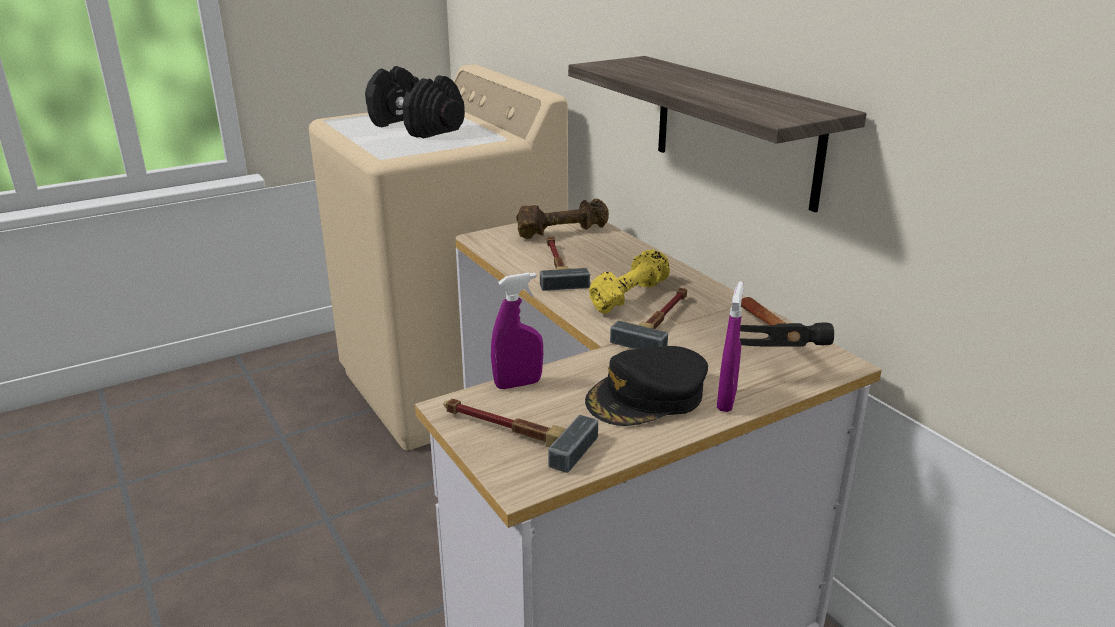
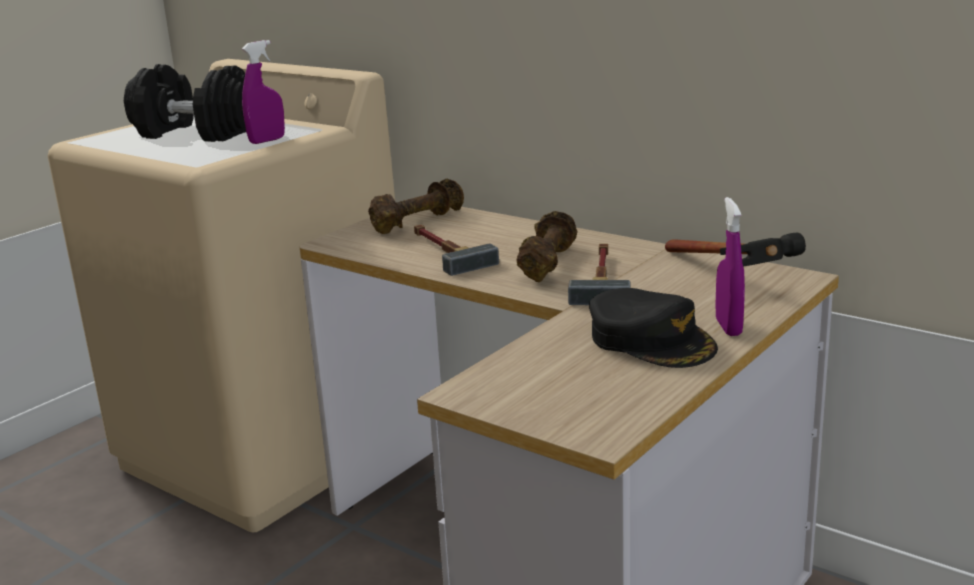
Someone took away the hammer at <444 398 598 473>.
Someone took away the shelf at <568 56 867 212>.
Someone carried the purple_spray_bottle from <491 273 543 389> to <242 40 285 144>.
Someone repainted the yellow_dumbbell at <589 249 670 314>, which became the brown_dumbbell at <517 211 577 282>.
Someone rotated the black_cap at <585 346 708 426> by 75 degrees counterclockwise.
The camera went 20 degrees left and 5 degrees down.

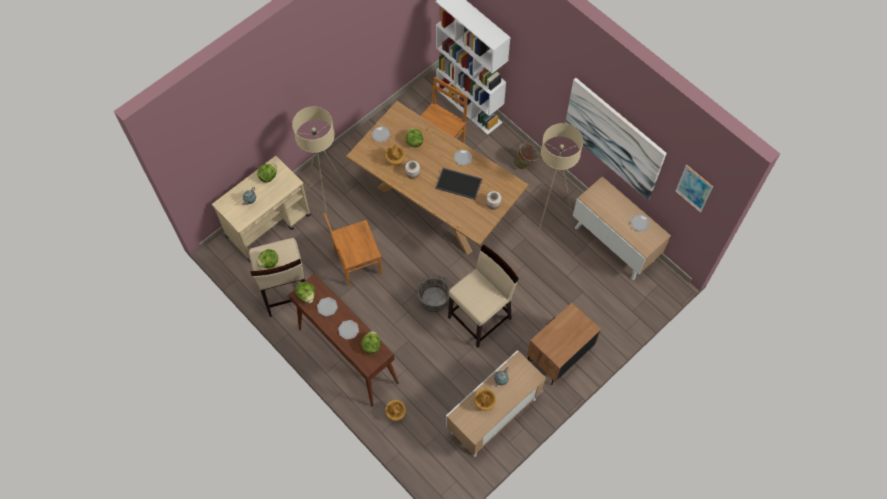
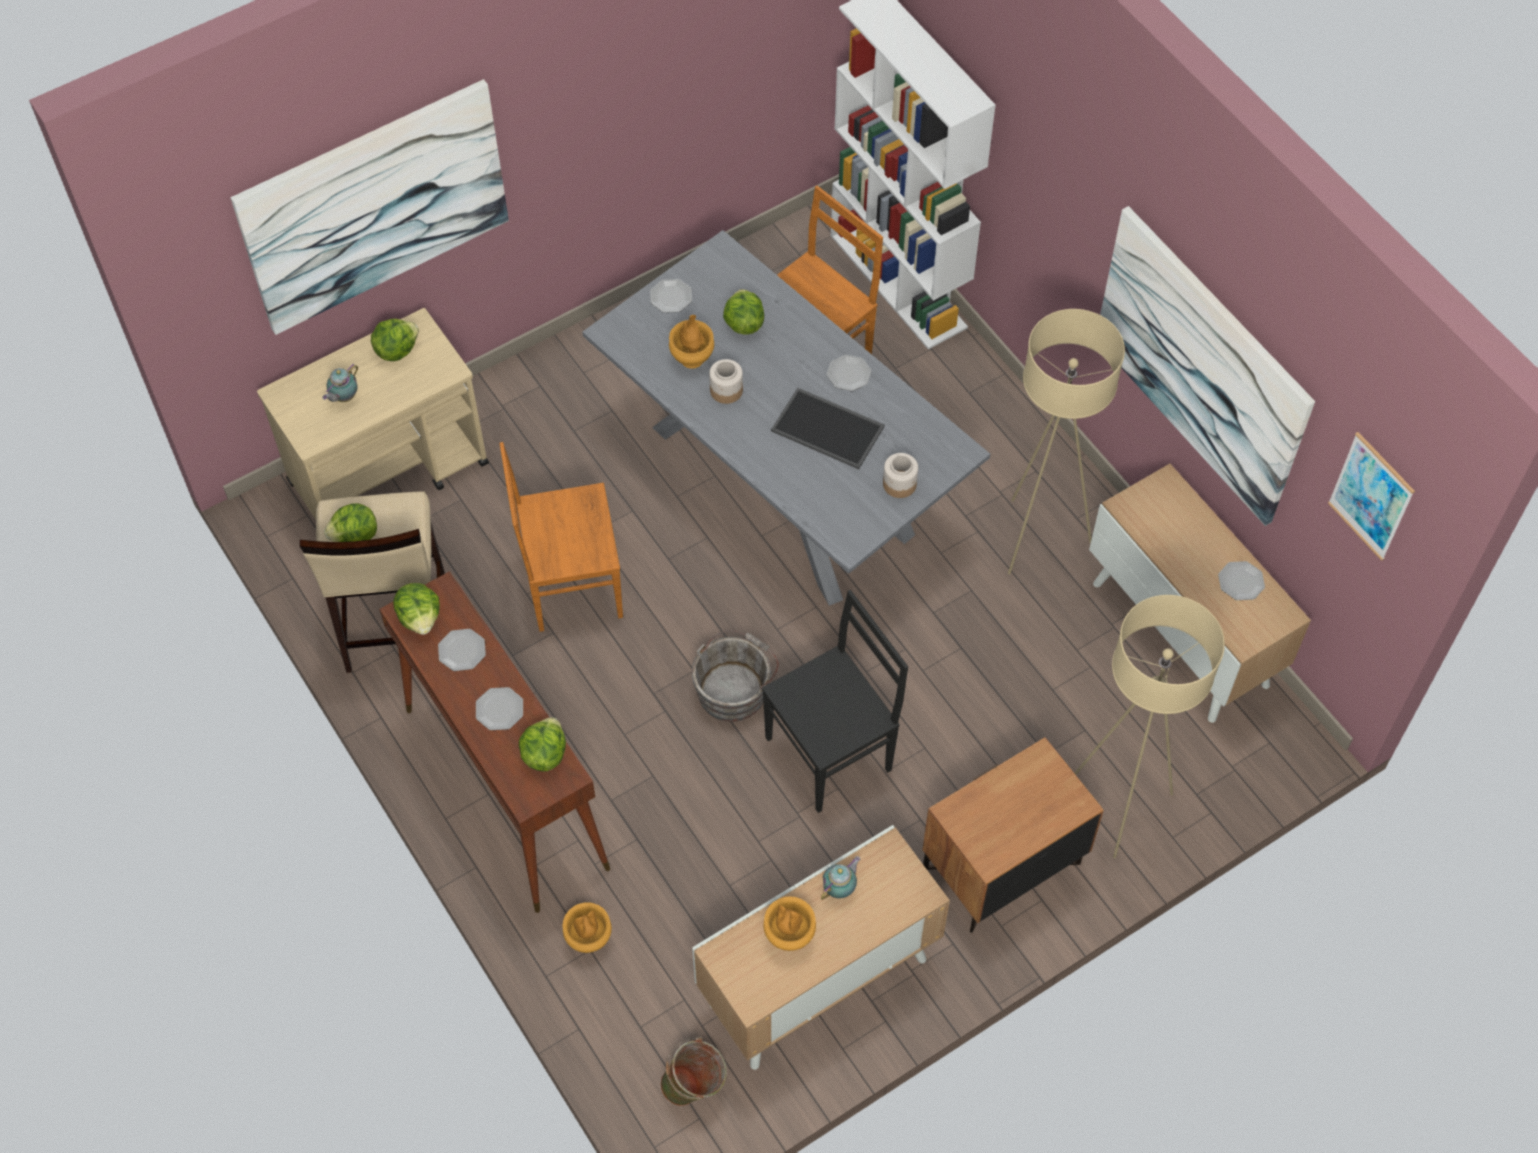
Someone put up the picture at <231 79 509 335>.
Someone carried the beige_floor_lamp from <292 107 348 216> to <1074 595 1225 858>.
Someone carried the green_bucket from <513 142 538 170> to <660 1038 727 1106>.
Someone swapped the beige_stool at <448 245 519 348> for the black_chair at <762 590 908 813>.
Someone repainted the brown_dining_table at <346 101 529 255>, which became the grey_dining_table at <582 230 990 606>.
The camera went 10 degrees right and 5 degrees down.

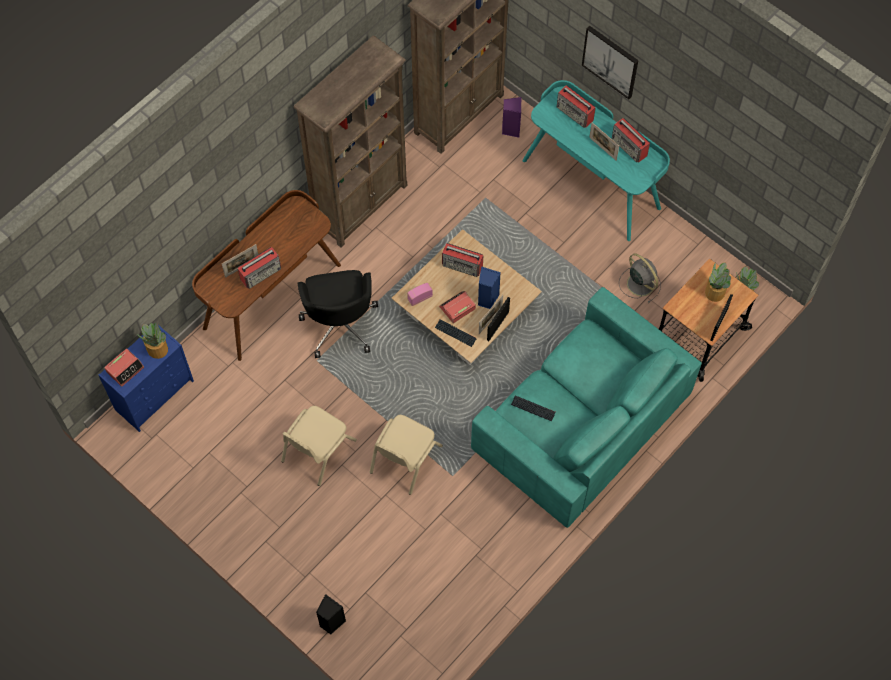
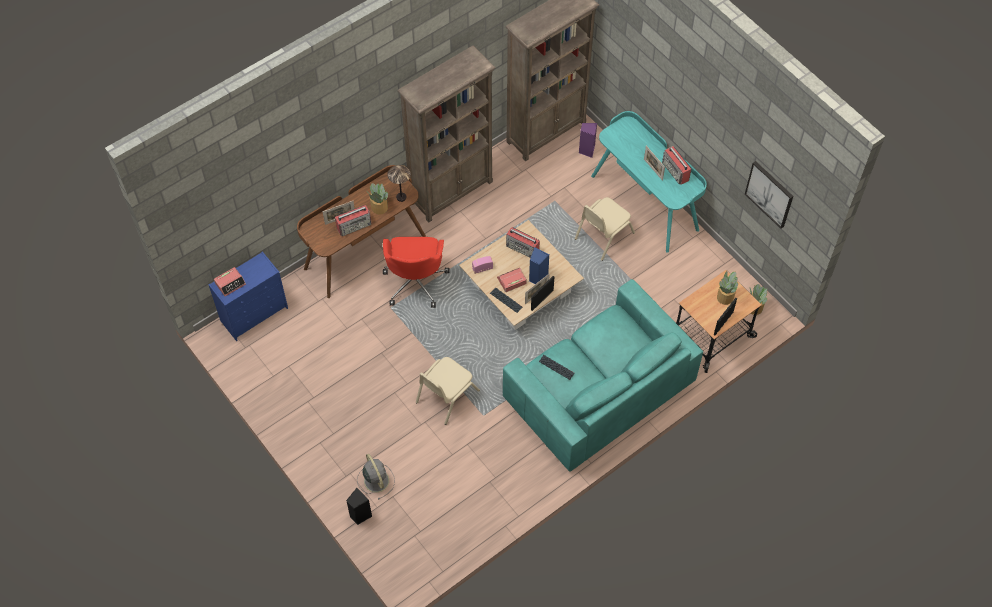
Someone took away the radio at <557 86 595 128>.
Someone put down the table_lamp at <387 165 411 202>.
Someone carried the potted_plant from <137 323 168 359> to <366 183 388 214>.
Someone carried the beige_chair from <281 406 357 486> to <575 197 635 261>.
Someone carried the picture from <582 26 638 99> to <745 161 793 229>.
Someone carried the grey_fan from <619 253 661 303> to <357 453 395 500>.
Someone repainted the black_office_chair at <298 270 378 358>, which became the red_office_chair at <383 237 449 308>.
The camera went 10 degrees right and 5 degrees down.

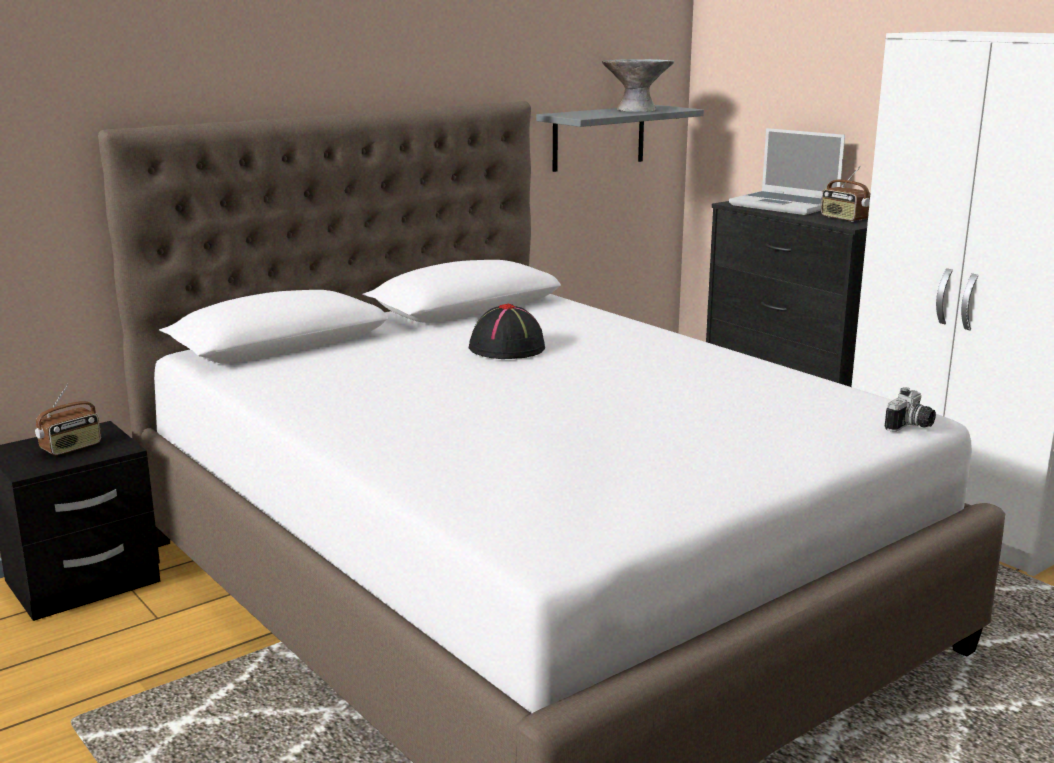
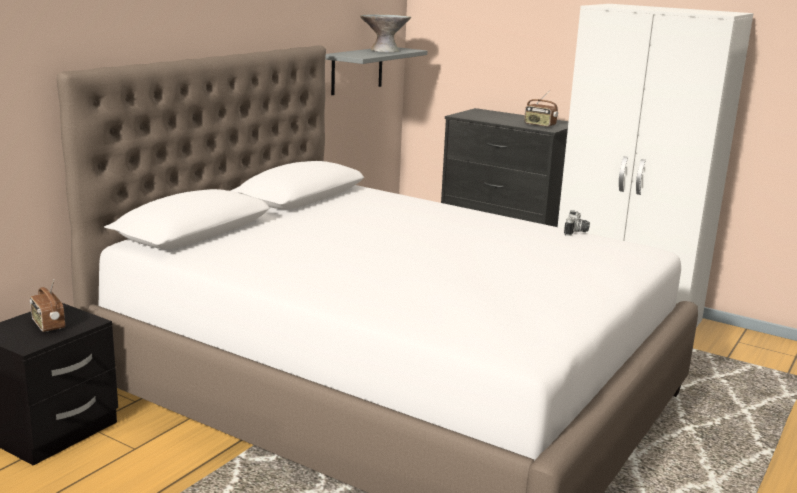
Someone took away the black_hat at <469 303 545 359>.
Someone took away the laptop at <729 128 845 215>.
Someone carried the photo_camera from <885 387 936 432> to <564 210 590 236>.
Someone rotated the radio at <35 384 101 455> by 120 degrees clockwise.
The camera went 20 degrees left and 0 degrees up.

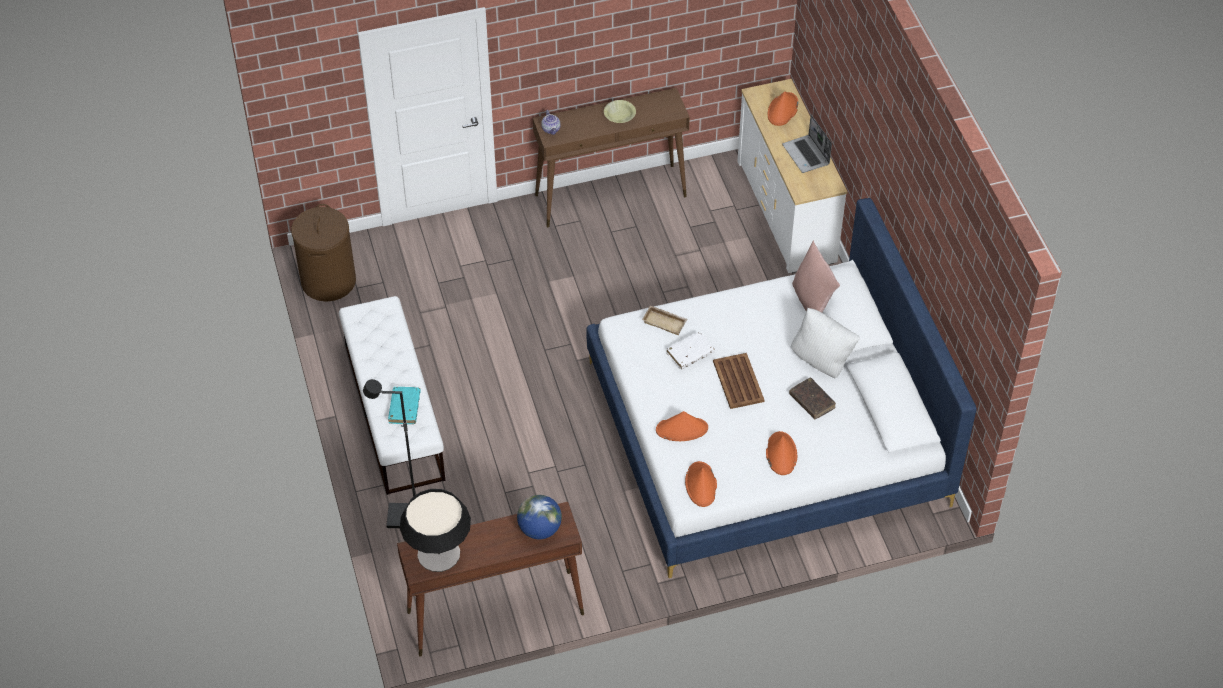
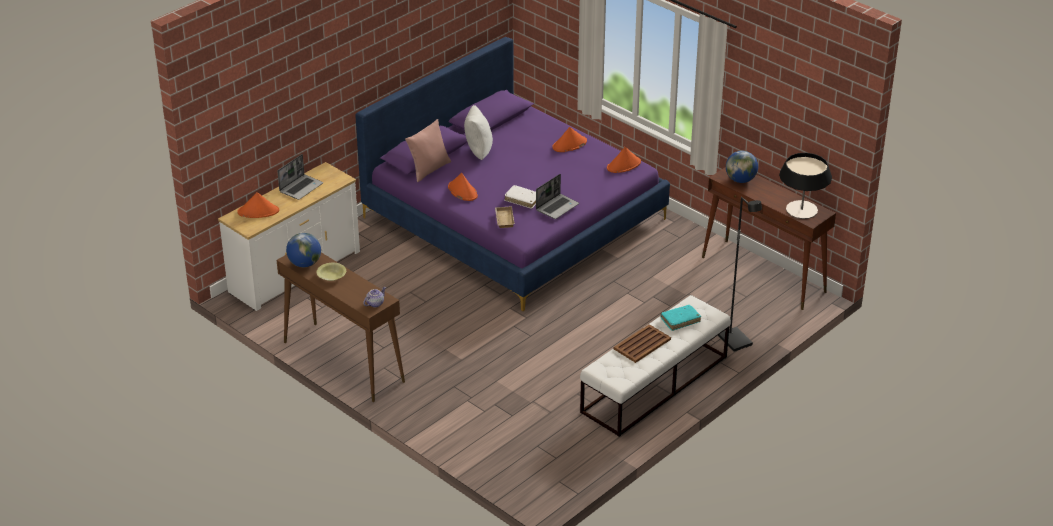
Someone took away the brown_laundry_basket at <291 204 356 302>.
Someone took away the brown_book at <789 377 836 419>.
Someone put down the globe at <286 233 321 267>.
Someone put down the laptop at <536 174 579 219>.
Someone carried the orange_hat from <656 411 708 441> to <448 173 478 201>.
Someone carried the brown_tray from <713 353 764 409> to <614 324 671 363>.
Someone repainted the white_bed at <586 198 977 578>, which became the purple_bed at <355 37 670 311>.
The camera went 120 degrees left and 15 degrees down.

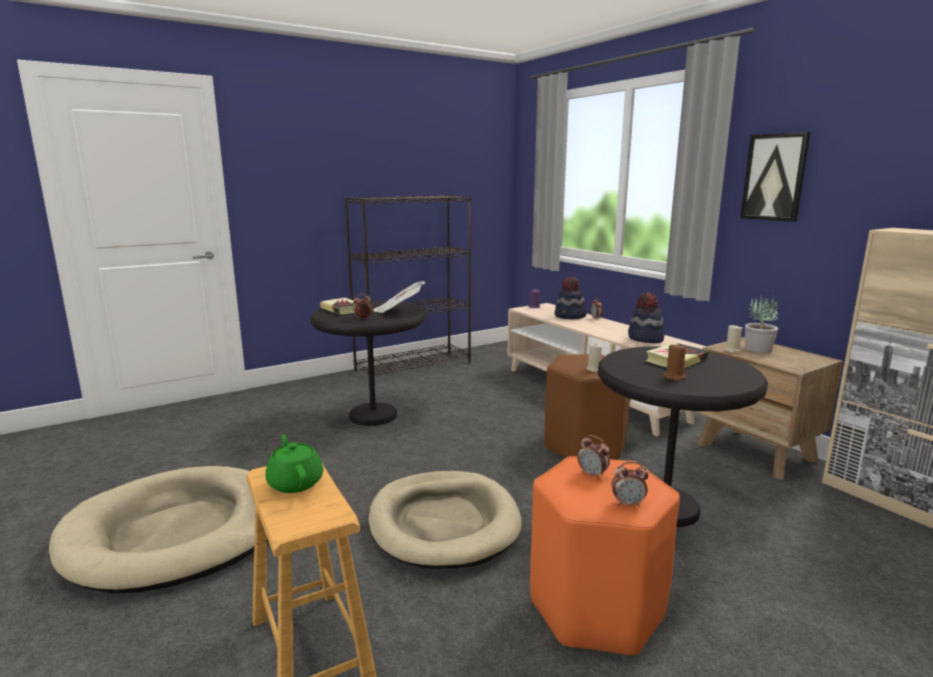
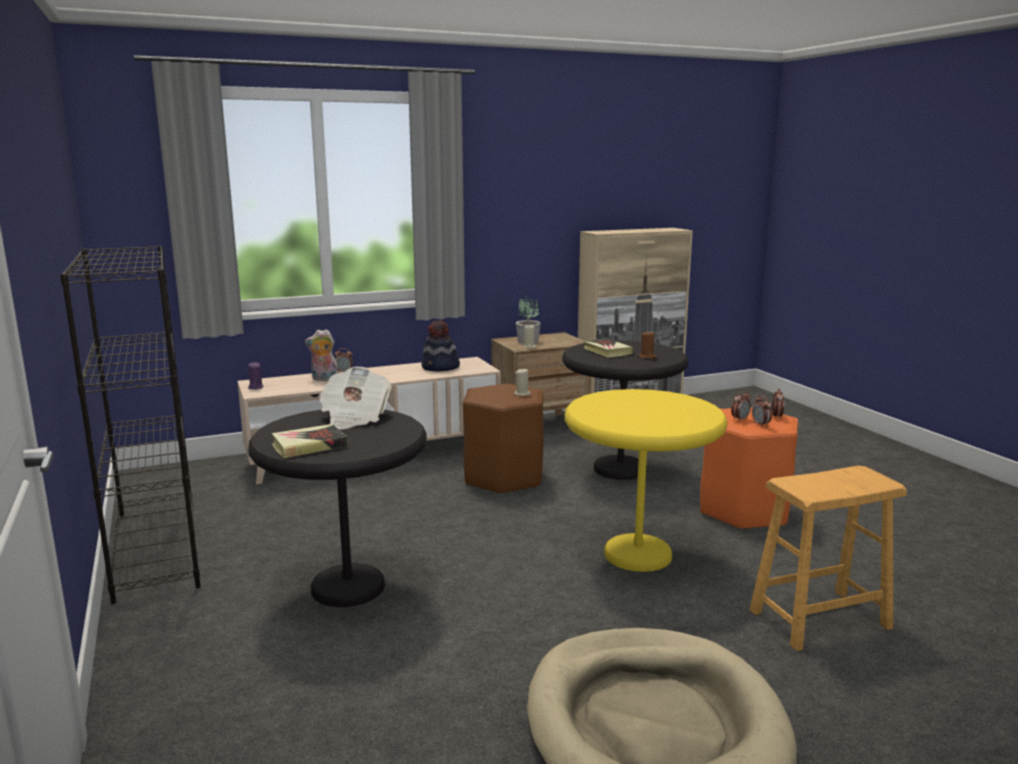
Someone took away the green_teapot at <265 434 323 493>.
Someone took away the picture at <740 132 810 222>.
Someone carried the alarm_clock from <353 294 372 319> to <752 395 772 427>.
Someone swapped the beige_dog_bed at <369 471 522 569> for the yellow_side_table at <565 389 728 572>.
Someone swapped the hat at <555 277 587 319> for the plush_toy at <305 329 338 381>.
The camera went 80 degrees left and 0 degrees up.

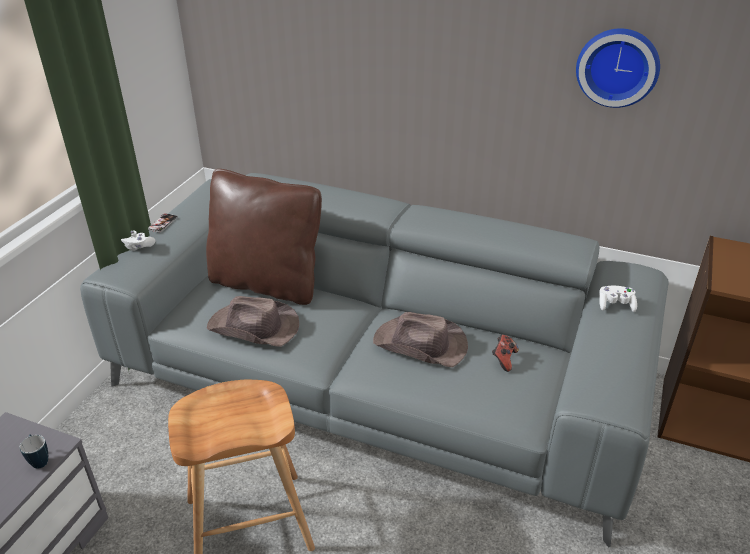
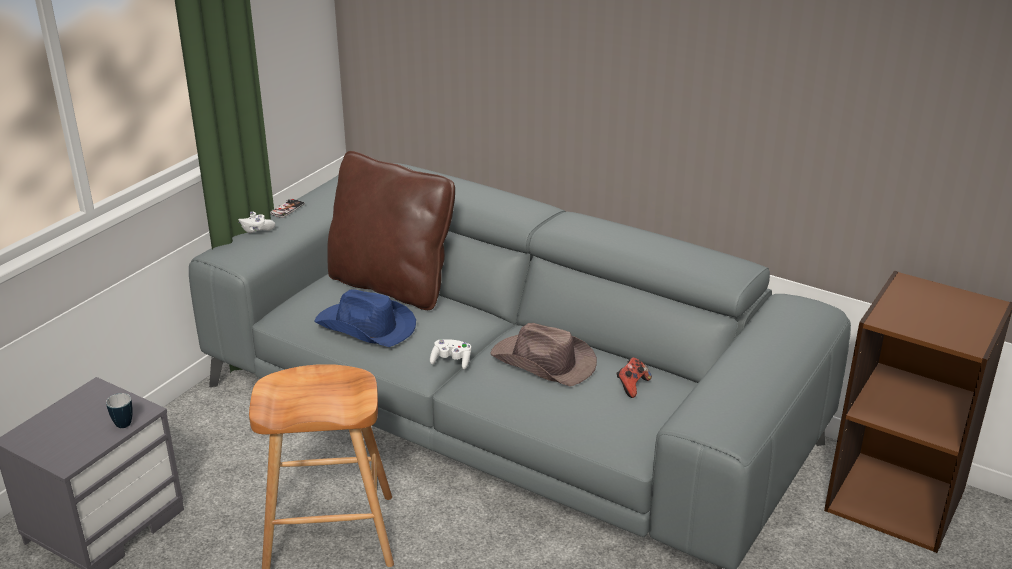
Someone took away the wall_clock at <576 29 660 108>.
Someone carried the white_game_controller from <599 286 637 312> to <430 339 471 369>.
Someone repainted the brown_hat at <207 296 299 347>, which became the blue_hat at <314 289 416 347>.
The camera went 10 degrees right and 5 degrees down.

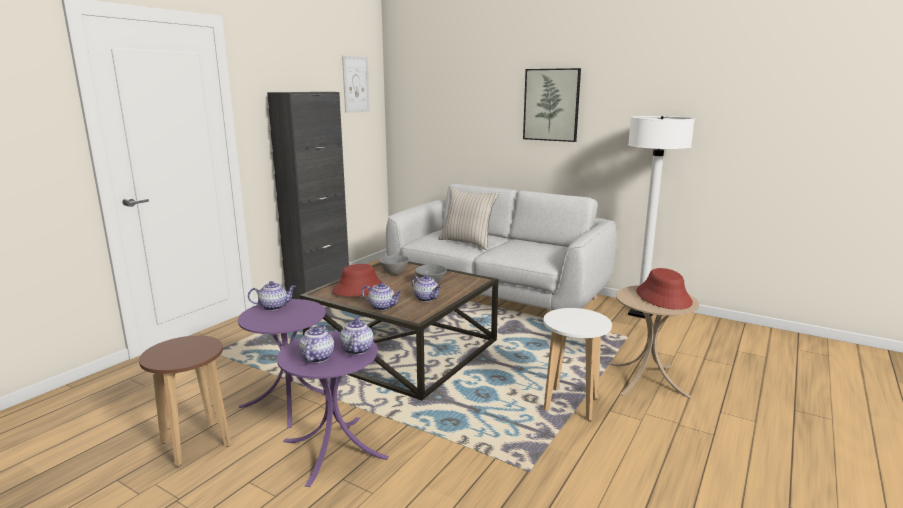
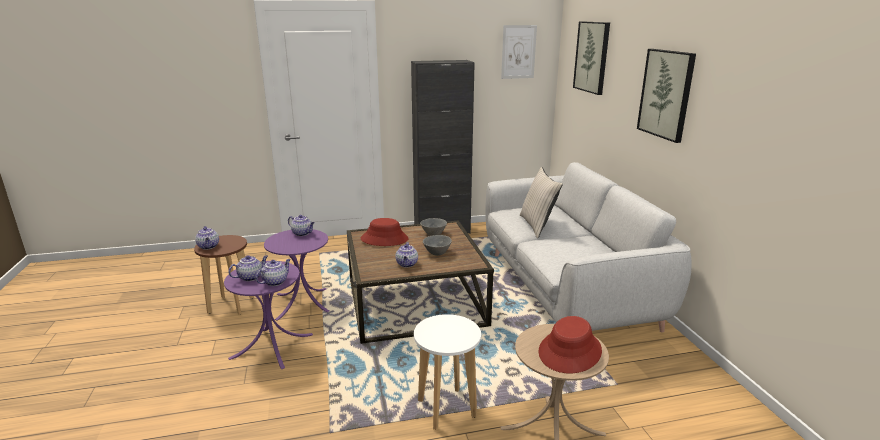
Someone took away the white_floor_lamp at <628 116 695 318>.
Someone put up the picture at <573 21 610 95>.
Someone carried the teapot from <362 283 402 310> to <195 226 219 250>.
The camera went 45 degrees right and 5 degrees up.

